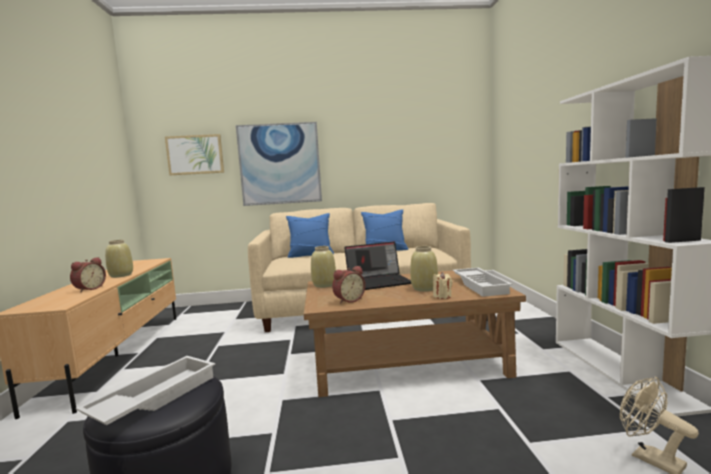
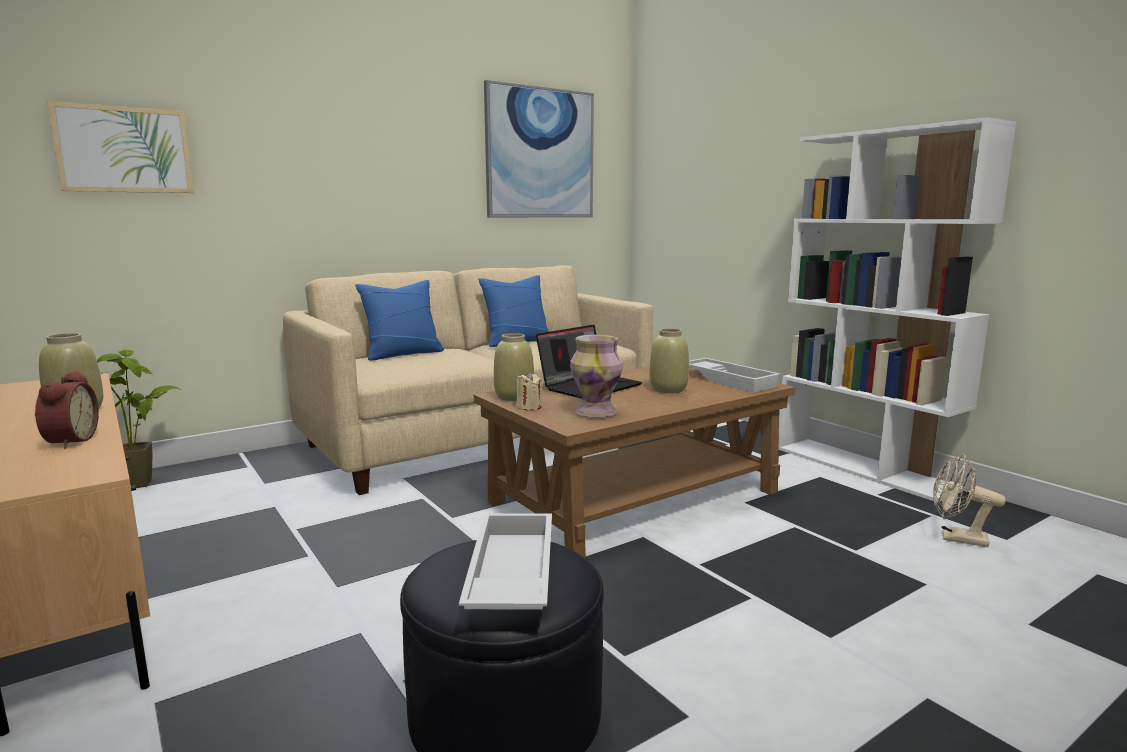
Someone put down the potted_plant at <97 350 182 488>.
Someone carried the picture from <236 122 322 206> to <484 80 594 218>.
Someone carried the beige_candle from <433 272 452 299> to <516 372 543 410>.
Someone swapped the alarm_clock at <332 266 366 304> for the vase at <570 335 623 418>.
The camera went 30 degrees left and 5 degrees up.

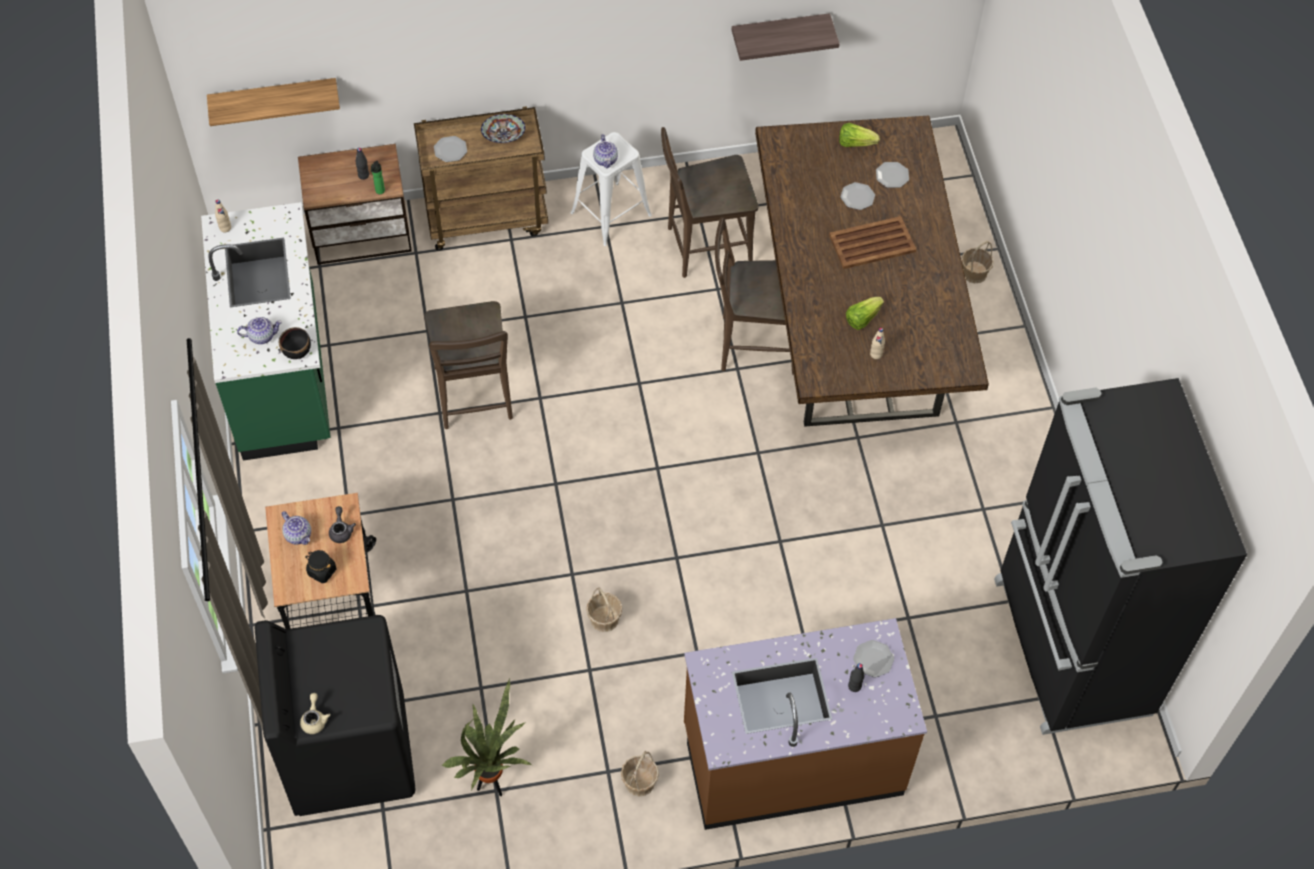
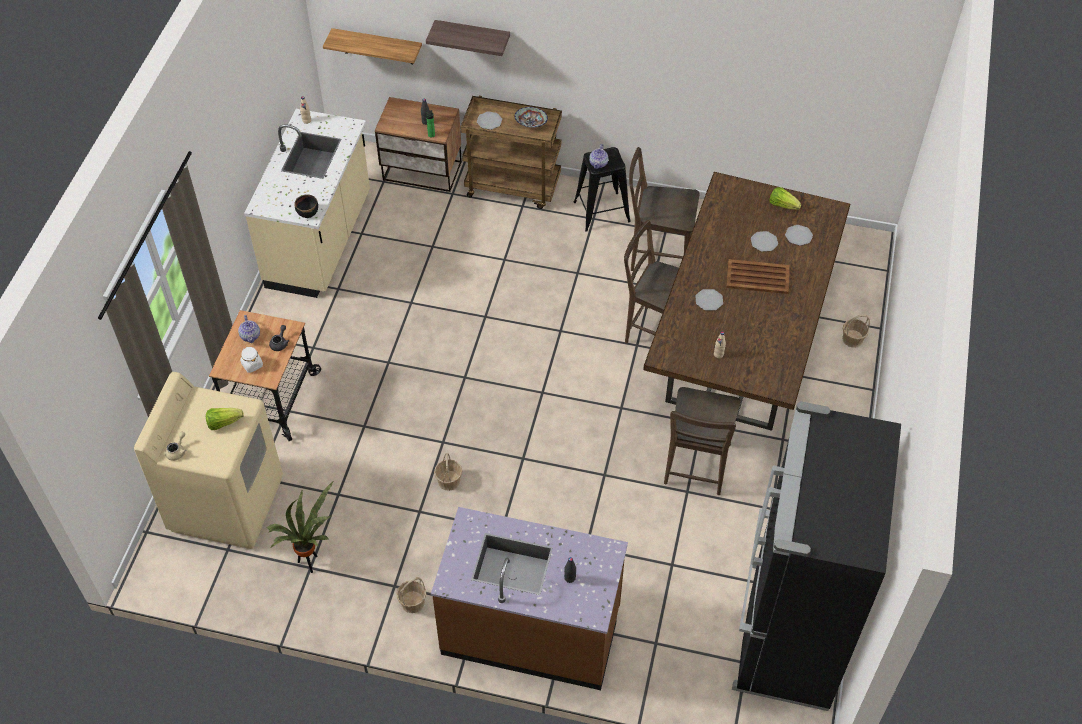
Someone took away the teapot at <237 317 282 344>.
Someone carried the brown_chair from <424 301 513 429> to <664 387 741 495>.
Someone carried the shelf from <732 13 840 61> to <426 20 510 56>.
Someone carried the lettuce from <846 297 884 330> to <206 408 243 430>.
Someone carried the plate from <853 640 894 677> to <695 289 723 310>.
Someone repainted the green_counter at <201 202 331 461>, which became the beige_counter at <244 109 370 298>.
Someone repainted the black_washing_machine at <255 615 416 816>, which became the beige_washing_machine at <134 372 283 549>.
Someone repainted the black_jar at <305 550 336 583>, which became the white_jar at <240 346 263 373>.
Someone repainted the white_stool at <571 132 652 246>, which became the black_stool at <573 147 631 232>.
The camera went 25 degrees right and 5 degrees down.

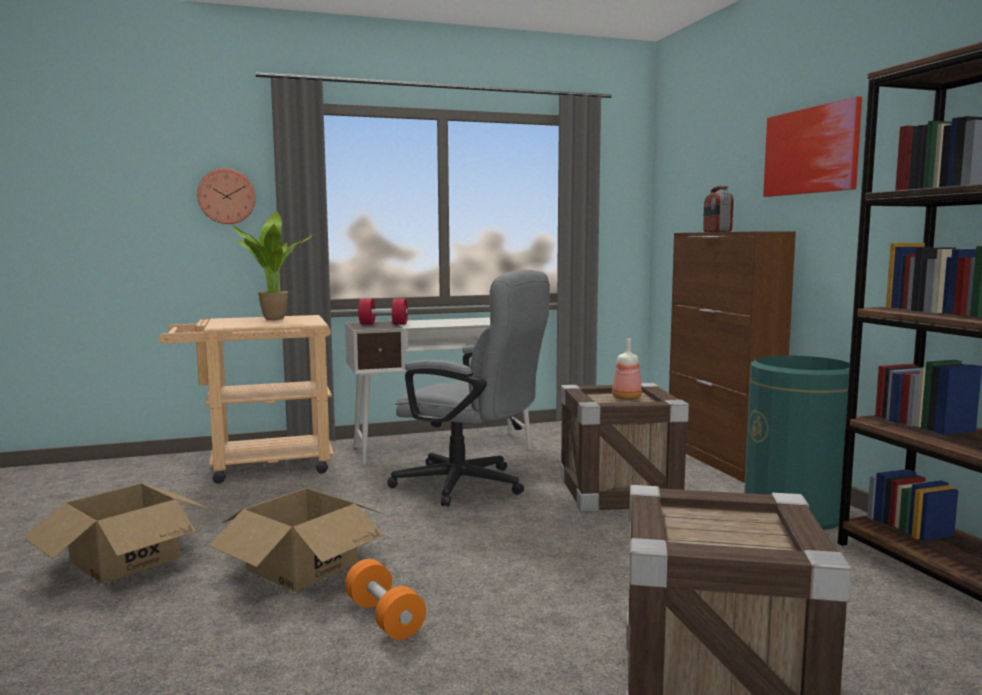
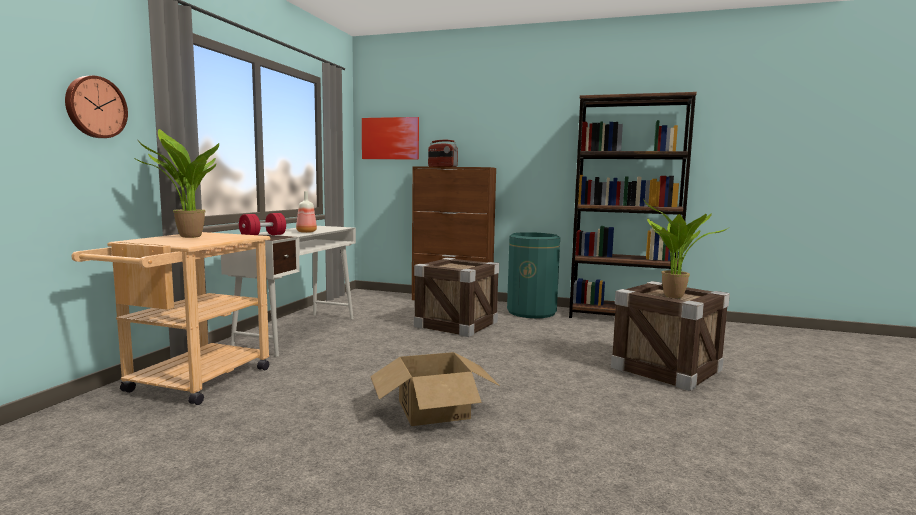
Someone took away the cardboard_box at <23 483 212 584>.
Someone took away the orange_dumbbell at <345 559 426 640>.
Someone took away the grey_office_chair at <387 269 550 507>.
Someone put down the potted_plant at <643 199 728 298>.
Someone carried the bottle from <612 338 642 400> to <296 191 317 233>.
Someone carried the picture from <763 96 862 197> to <362 117 419 160>.
The camera went 55 degrees left and 0 degrees up.

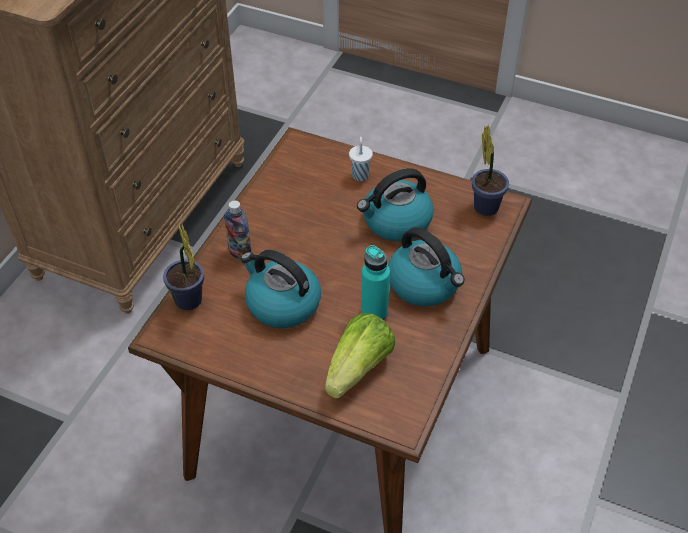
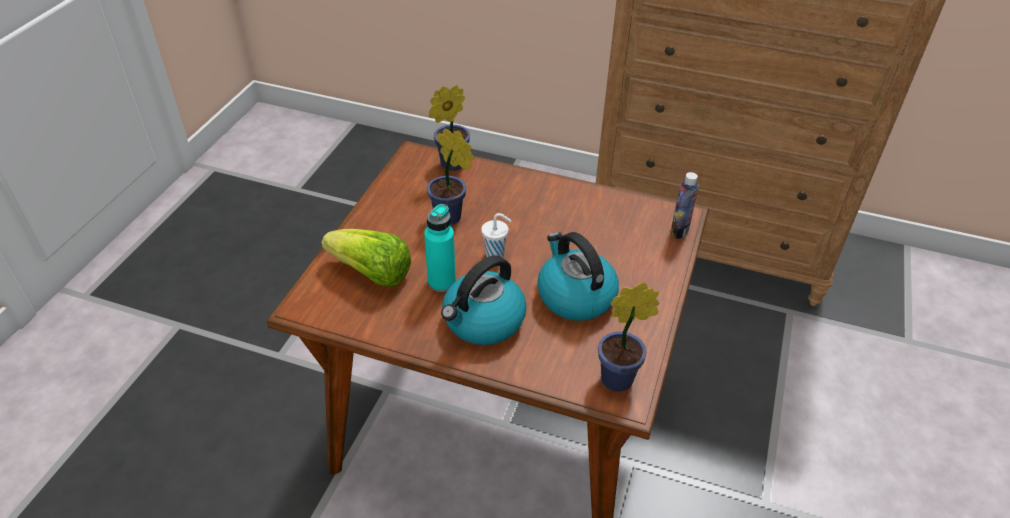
Someone carried the bottle from <224 200 251 260> to <670 172 699 239>.
Someone carried the white_cup from <349 137 373 181> to <481 213 512 258>.
Someone swapped the kettle at <241 250 321 328> for the potted_plant at <427 128 474 225>.
The camera went 85 degrees right and 5 degrees down.

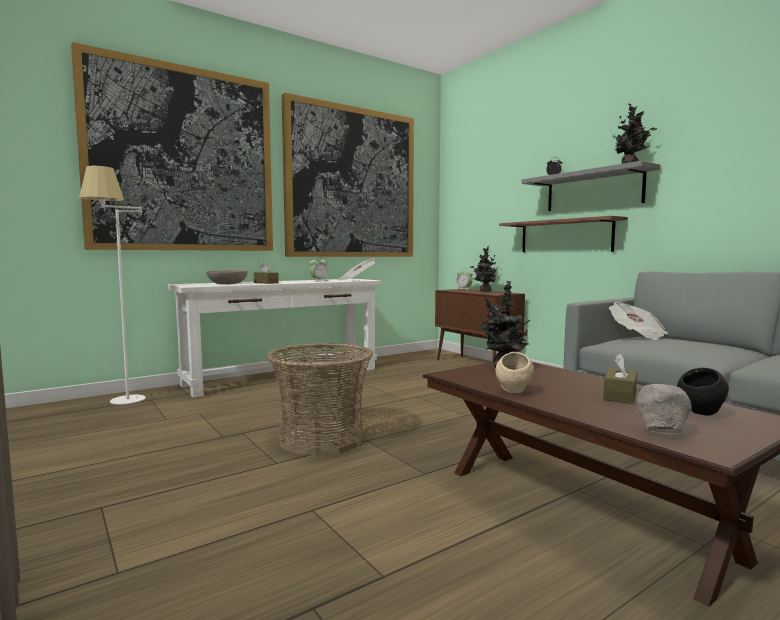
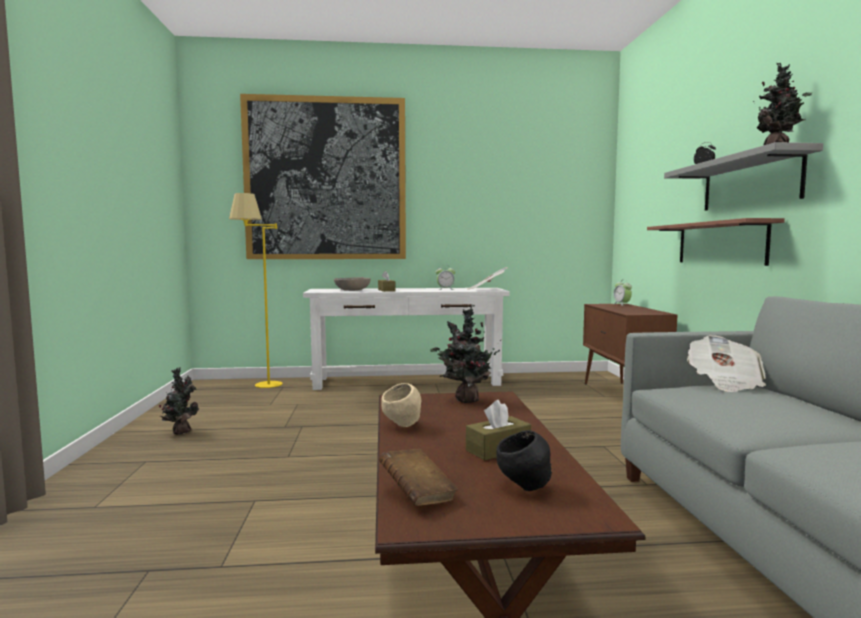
Someone took away the basket at <266 343 373 456>.
Someone took away the picture at <282 93 414 257>.
Someone carried the potted_plant from <470 246 499 292> to <159 367 199 434>.
Someone swapped the grey_bowl at <636 384 691 434> for the brown_book at <379 449 458 506>.
Someone repainted the white_floor_lamp at <79 166 146 405>, which became the yellow_floor_lamp at <229 193 283 388>.
The camera went 30 degrees right and 0 degrees up.

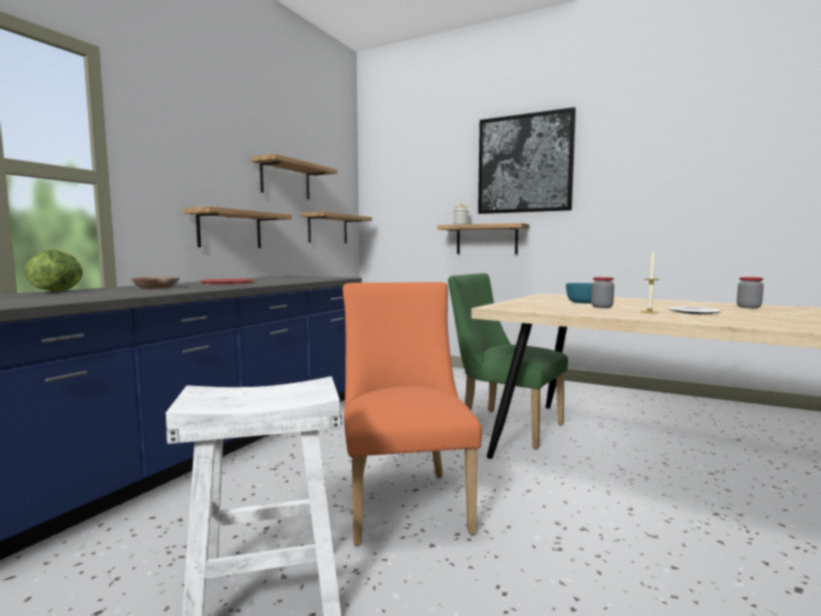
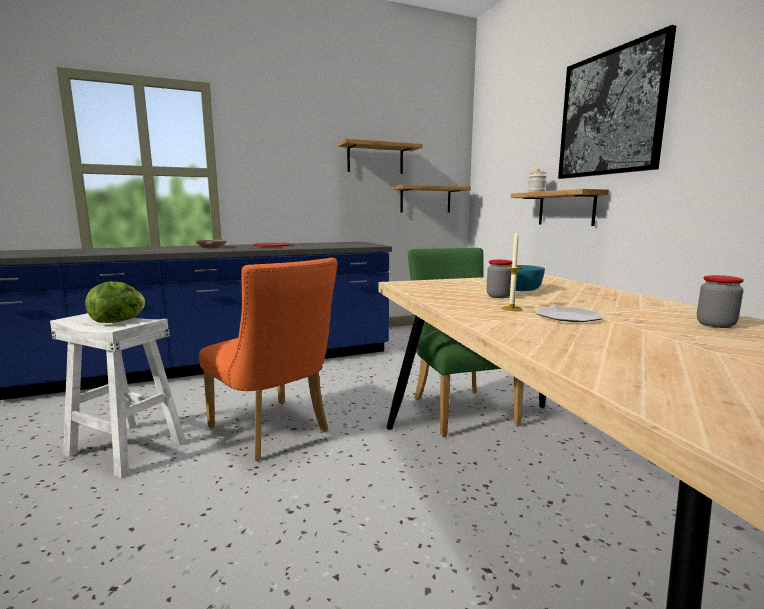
Someone took away the shelf at <183 206 292 248>.
Someone carried the lettuce from <25 249 83 292> to <85 281 145 323>.
Someone rotated the orange_chair at <343 282 482 546> by 105 degrees clockwise.
The camera went 40 degrees right and 5 degrees up.

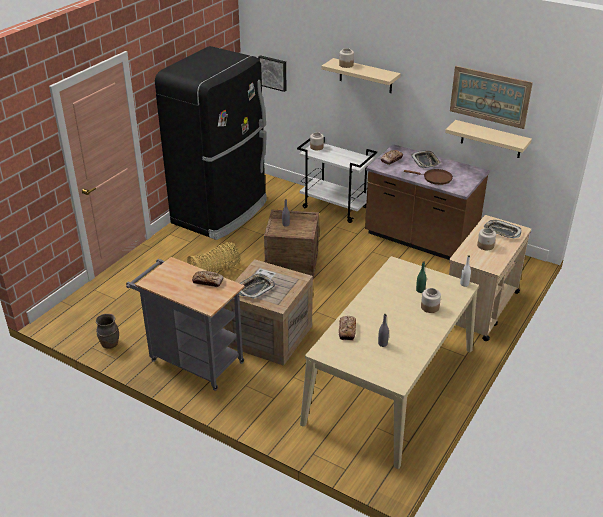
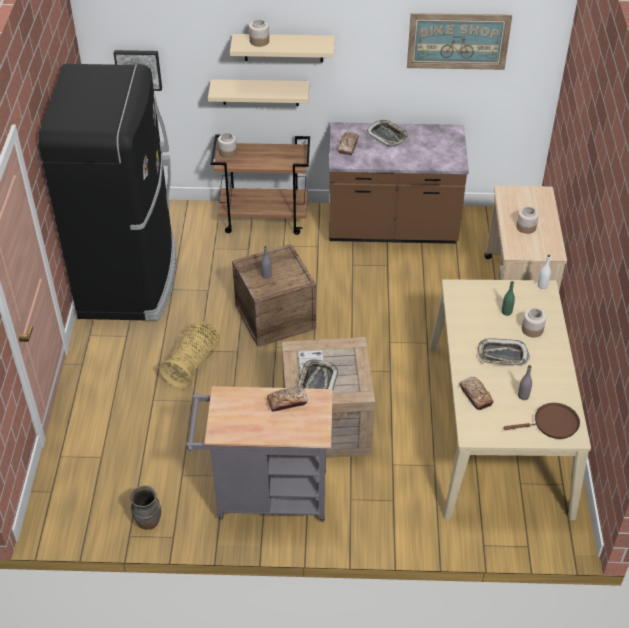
Someone carried the brown_frying_pan from <404 169 453 185> to <504 403 580 439>.
Someone carried the beige_shelf from <445 120 532 158> to <208 79 309 106>.
Someone carried the tray from <484 220 521 238> to <477 338 529 366>.
Someone repainted the white_cart at <297 137 377 223>, which became the brown_cart at <211 135 310 235>.
The camera went 30 degrees left and 10 degrees up.

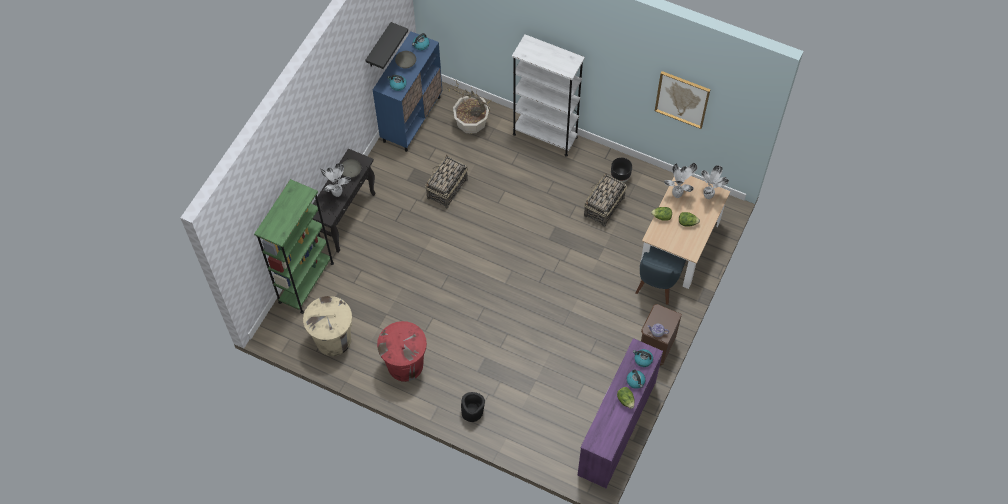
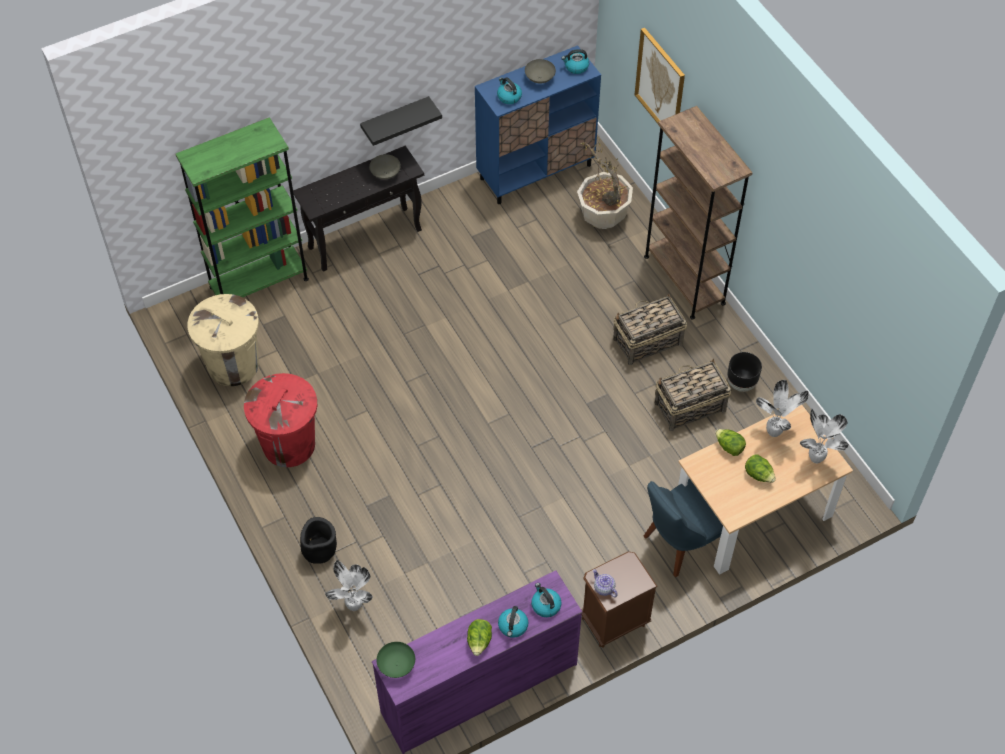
Someone put down the green_bowl at <377 642 415 678>.
Someone carried the potted_plant from <320 163 351 197> to <325 560 373 611>.
Someone carried the black_shelf from <365 22 408 69> to <360 96 442 146>.
Someone carried the basket from <425 155 468 208> to <613 294 687 365>.
Someone carried the picture from <655 71 711 129> to <635 28 685 124>.
Someone repainted the white_bookcase at <512 34 585 157>, which became the brown_bookcase at <644 106 753 320>.
The camera went 35 degrees right and 5 degrees down.

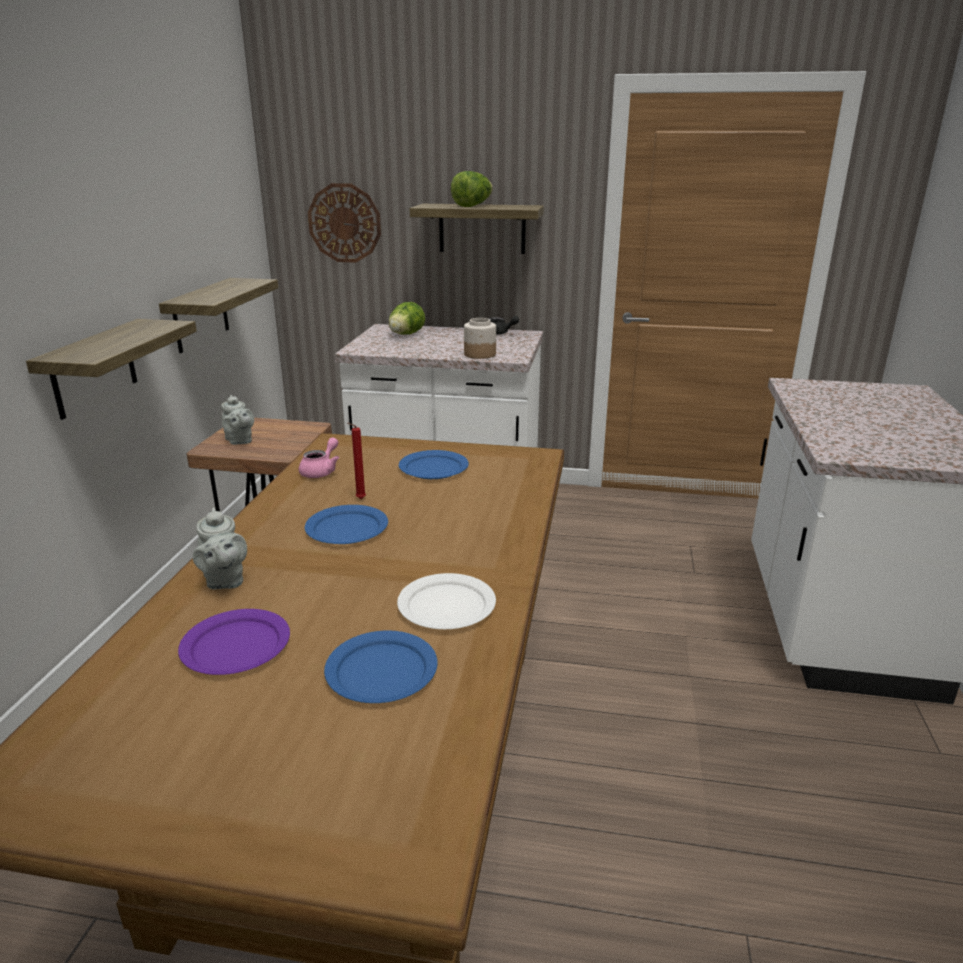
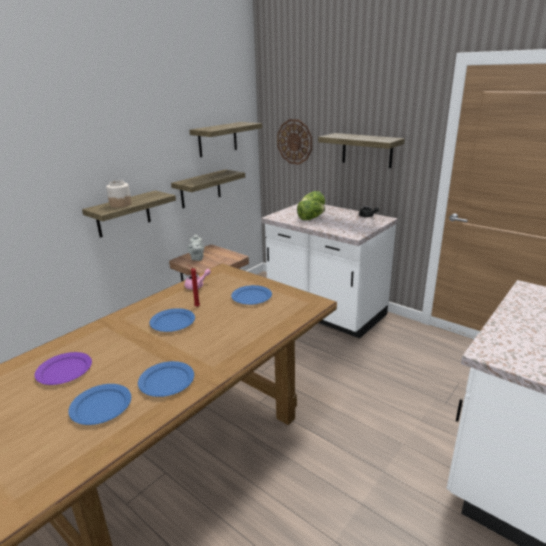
Someone took away the grey_teapot at <193 508 247 589>.
Someone put up the shelf at <189 122 262 157>.
Someone carried the lettuce from <451 171 493 207> to <297 200 325 220>.
Someone carried the jar from <464 318 496 359> to <106 180 131 208>.
Someone repainted the white_plate at <397 573 496 629>, which became the blue_plate at <138 361 194 397>.
The camera went 30 degrees right and 0 degrees up.

